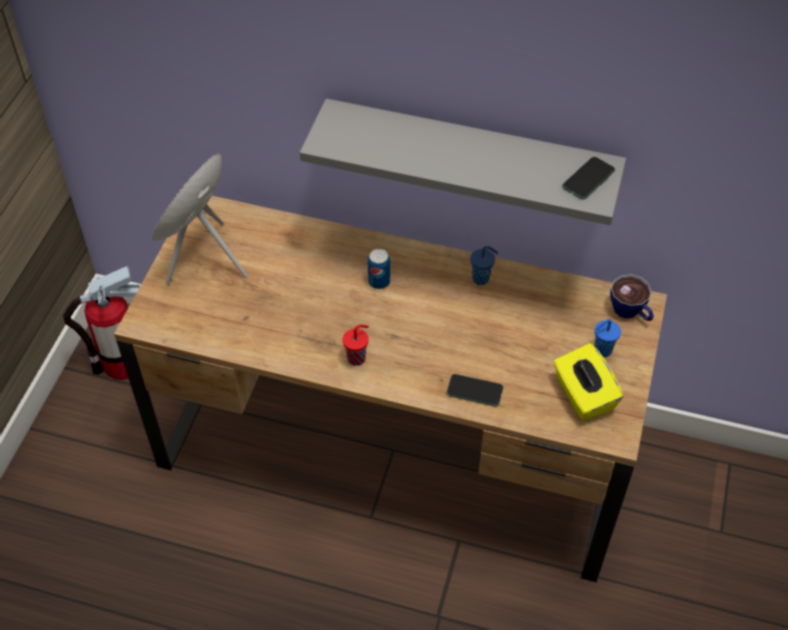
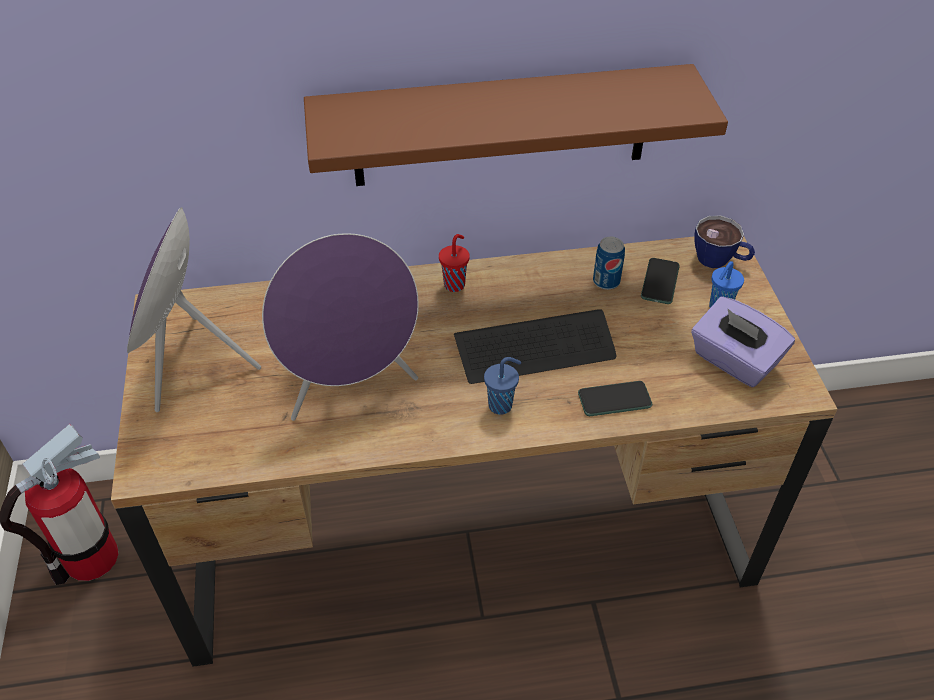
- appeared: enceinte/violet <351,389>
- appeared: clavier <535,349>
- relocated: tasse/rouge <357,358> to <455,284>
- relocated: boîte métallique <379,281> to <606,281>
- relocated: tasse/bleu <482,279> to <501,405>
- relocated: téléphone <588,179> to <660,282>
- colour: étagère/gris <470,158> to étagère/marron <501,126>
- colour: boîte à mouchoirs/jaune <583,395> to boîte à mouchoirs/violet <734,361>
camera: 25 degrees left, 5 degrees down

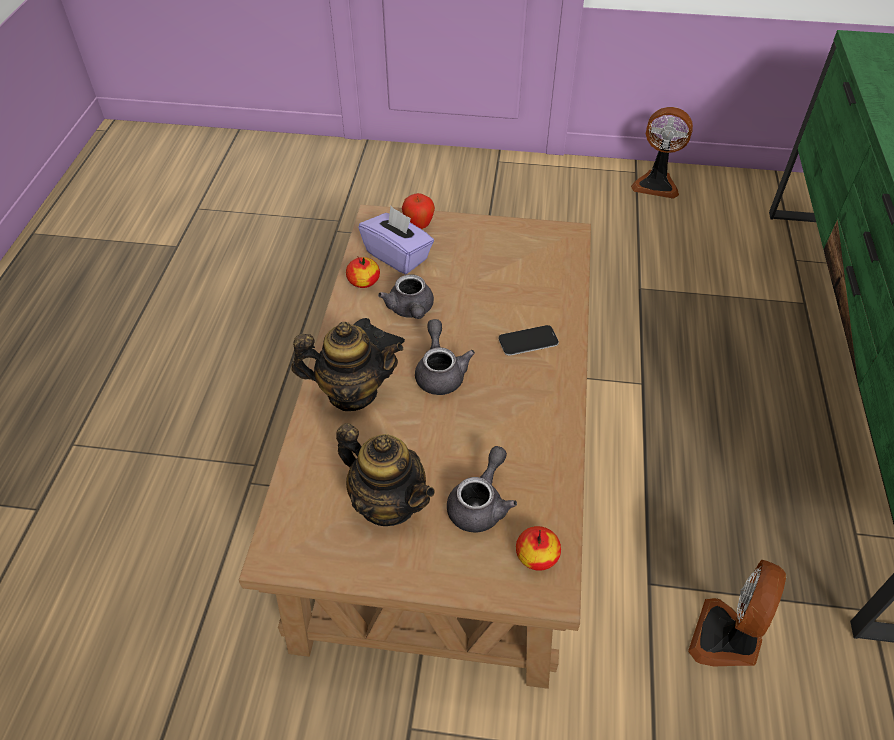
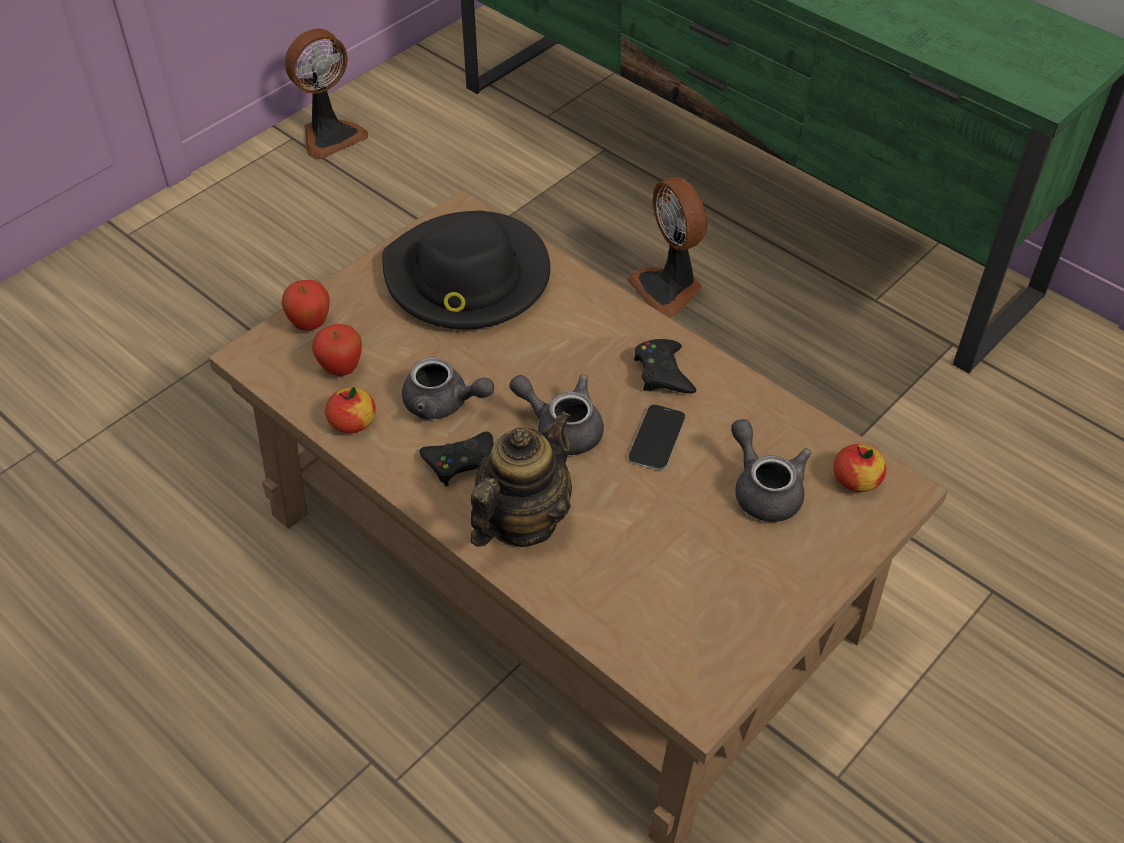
- missing: théière <388,503>
- appeared: chapeau/noir <467,278>
- appeared: manette/noir <663,372>
- relocated: téléphone <528,341> to <656,438>
- relocated: ventilateur <727,639> to <669,288>
- exchanged: boîte à mouchoirs/violet <398,256> to pomme <341,369>
camera: 55 degrees left, 0 degrees up

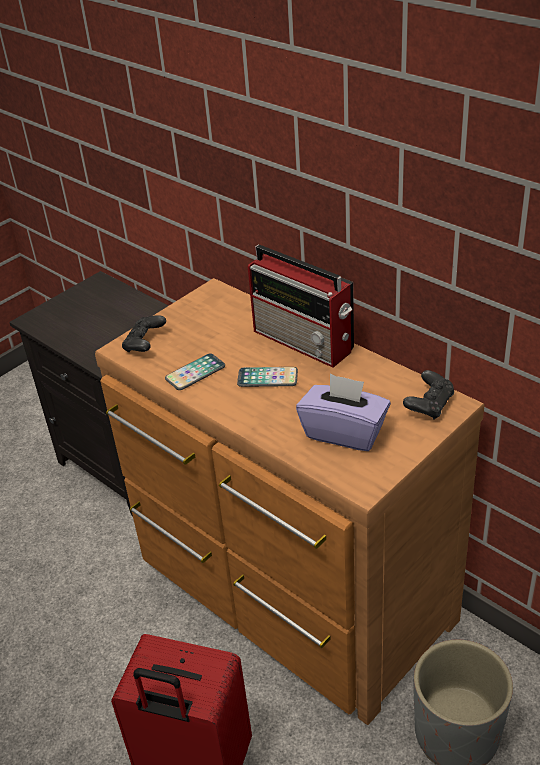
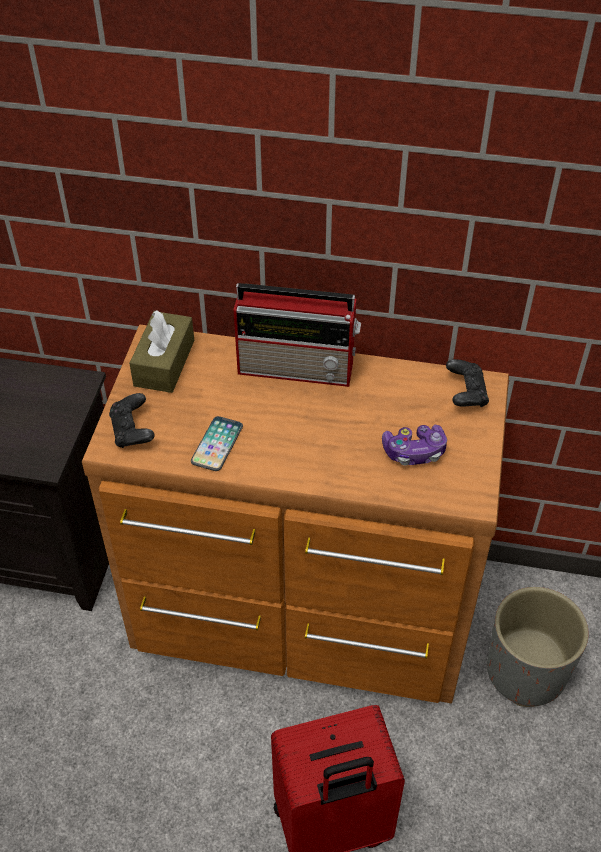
- missing: téléphone <267,378>
- appeared: boîte à mouchoirs/marron <164,363>
- exchanged: boîte à mouchoirs/violet <344,432> to manette <414,451>
camera: 35 degrees left, 10 degrees up

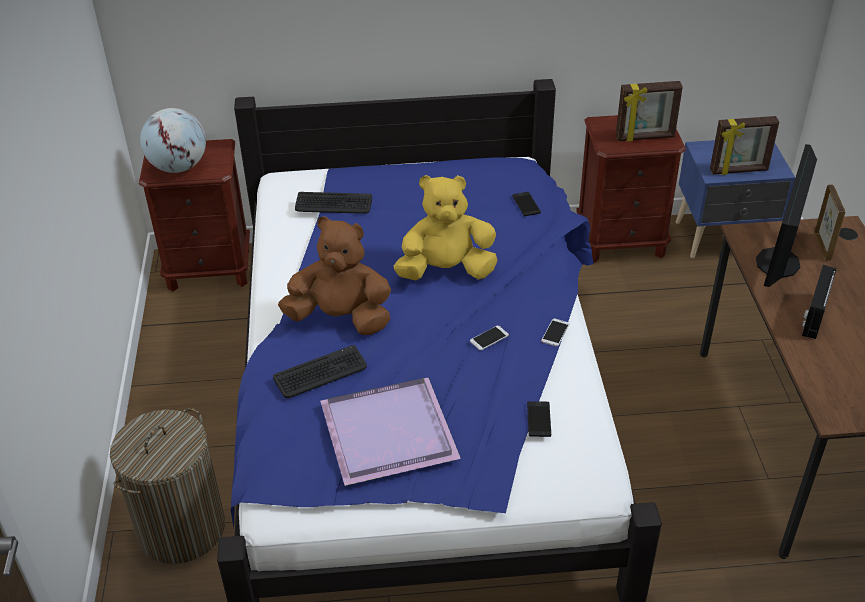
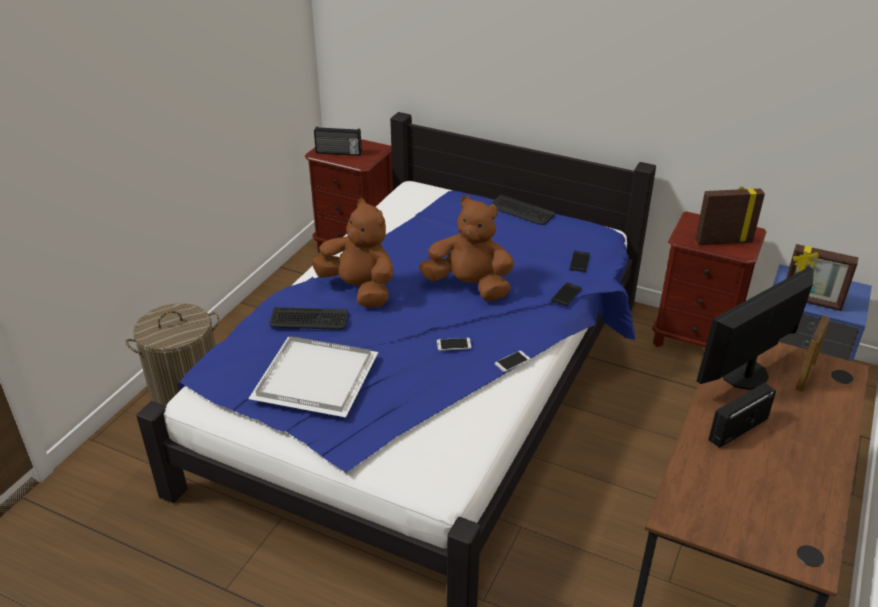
- relocated: clavier <333,204> to <521,211>
- relocated: téléphone <539,419> to <566,294>
- exchanged: globe <179,167> to radio <338,153>
- colour: plateau/violet <387,434> to plateau/blanc <313,379>
- colour: peluche/jaune <446,271> to peluche/marron <469,286>
- spun: cadre photo <645,137> = <723,241> 150 degrees clockwise
camera: 30 degrees right, 5 degrees down

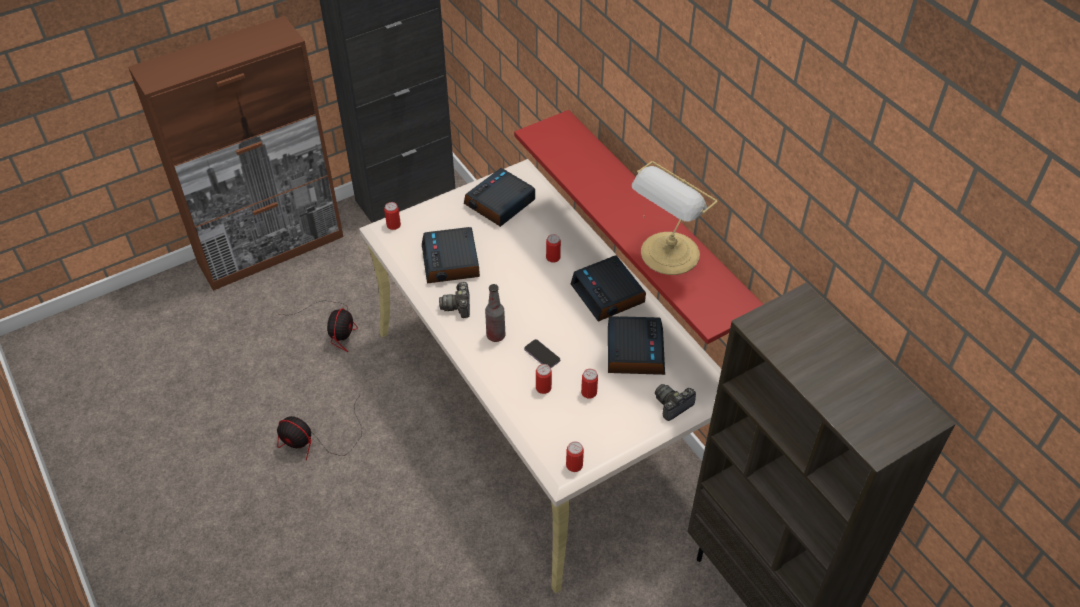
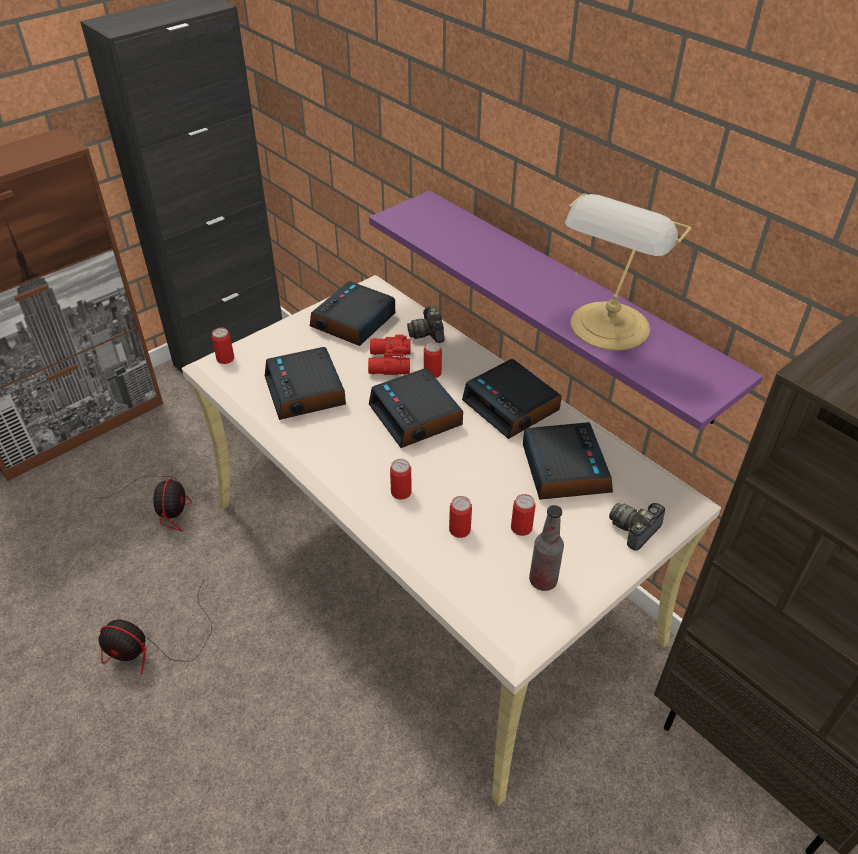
- missing: téléphone <542,355>
- appeared: jumelles/rouge <388,363>
- appeared: réveil <416,416>
- relocated: appareil photo <458,306> to <428,333>
- relocated: bouteille <496,335> to <543,581>
- relocated: boîte métallique <574,465> to <401,492>
- colour: étagère/rouge <657,221> to étagère/violet <569,301>
camera: 10 degrees left, 5 degrees down

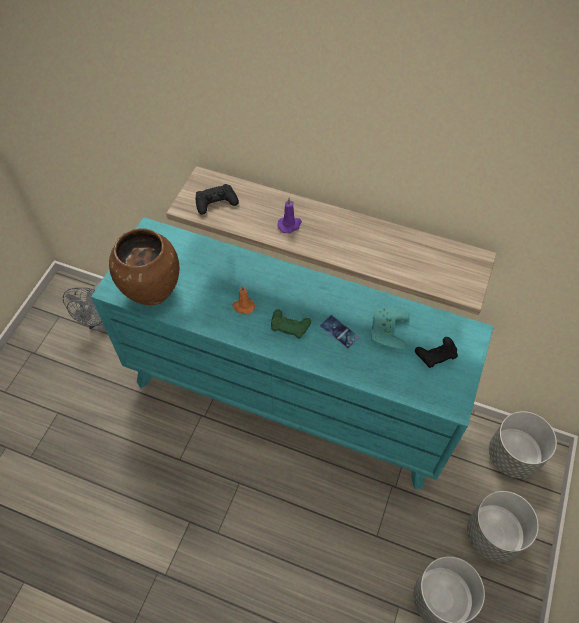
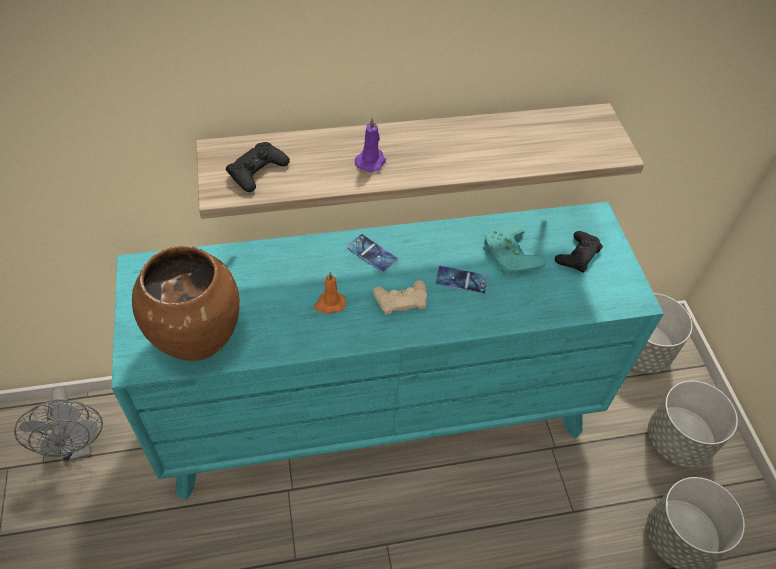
- appeared: téléphone <372,253>
- colour: manette/vert <289,326> to manette/beige <401,300>
camera: 35 degrees left, 5 degrees down

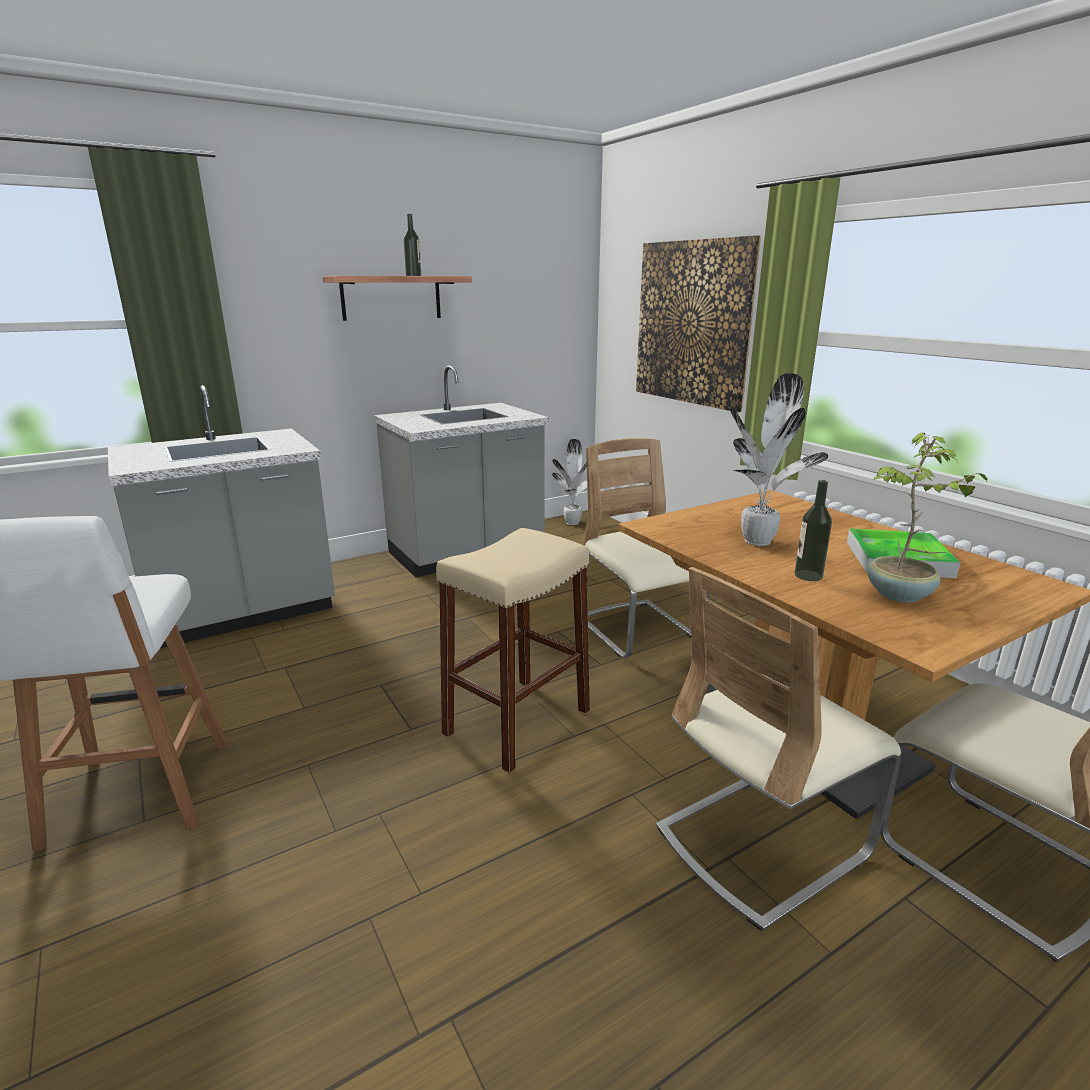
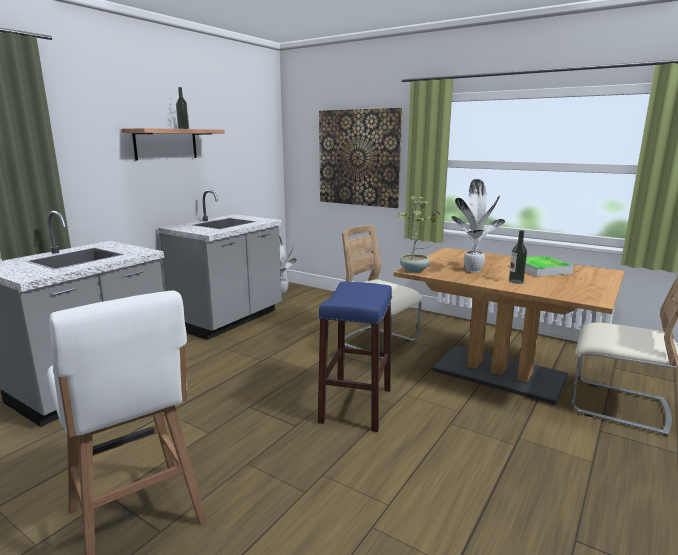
- missing: chaise/beige <761,842>
- relocated: plante en pot <900,595> to <414,270>
- colour: tabouret/beige <517,721> to tabouret/bleu <356,405>
camera: 25 degrees left, 5 degrees down

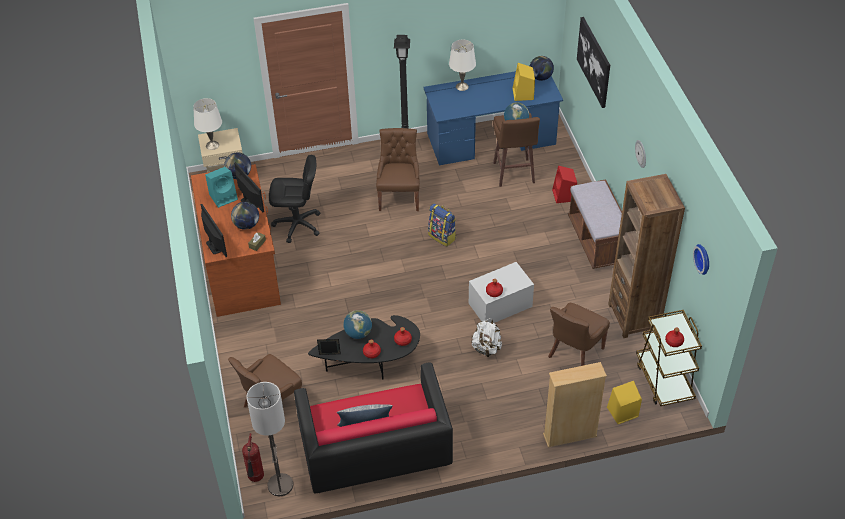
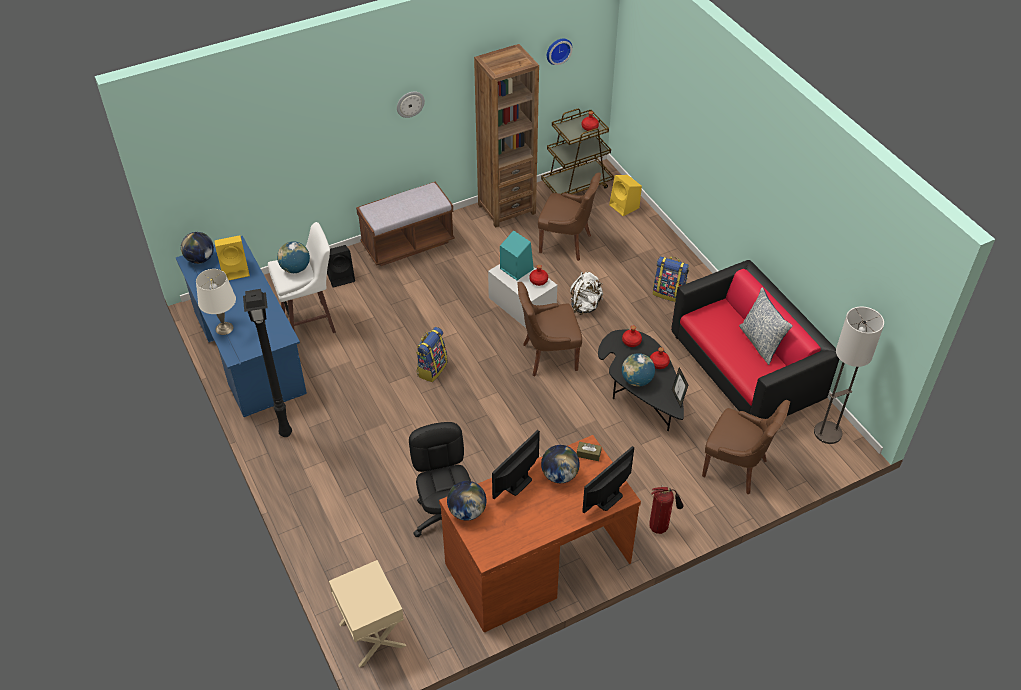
- missing: lampe de table/blanc <212,145>
- missing: bibliothèque/beige <570,435>
- missing: tableau <594,61>
- appeared: sac à dos <669,293>
- relocated: enceinte/turquoise <224,196> to <516,268>
- relocated: extincteur <256,478> to <660,527>
- relocated: chaise/marron <399,197> to <548,356>
- colour: tabouret/marron <513,174> to tabouret/blanc <310,323>
- colour: enceinte/rouge <564,196> to enceinte/noir <341,276>
camera: 105 degrees left, 0 degrees up

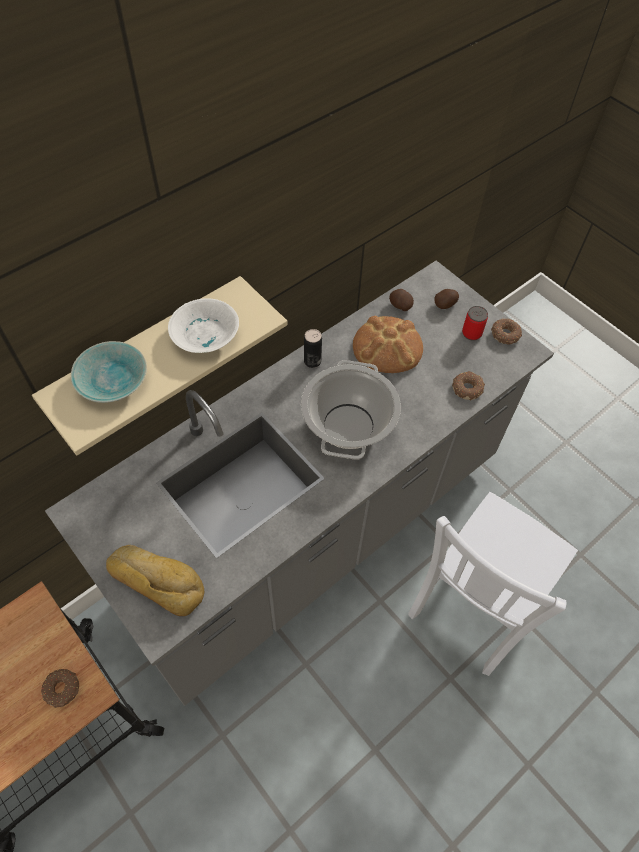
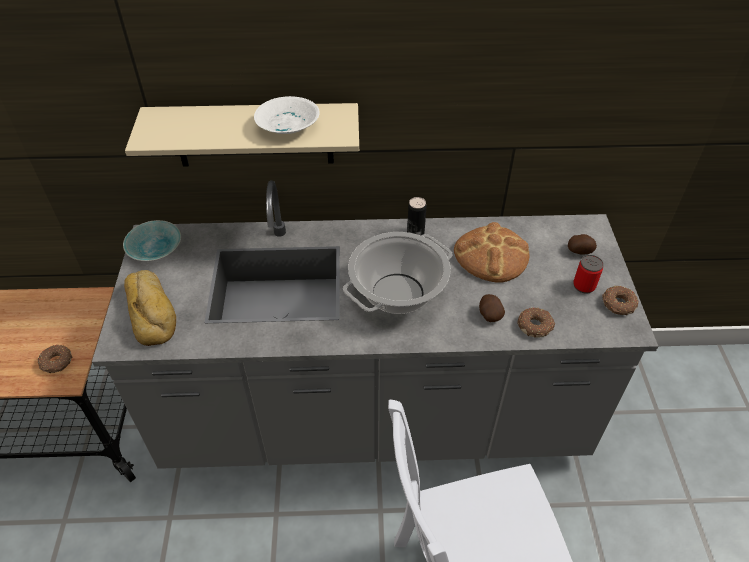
- relocated: bol/turquoise <115,379> to <157,249>
- relocated: pomme de terre <400,306> to <489,314>
camera: 40 degrees right, 10 degrees down

